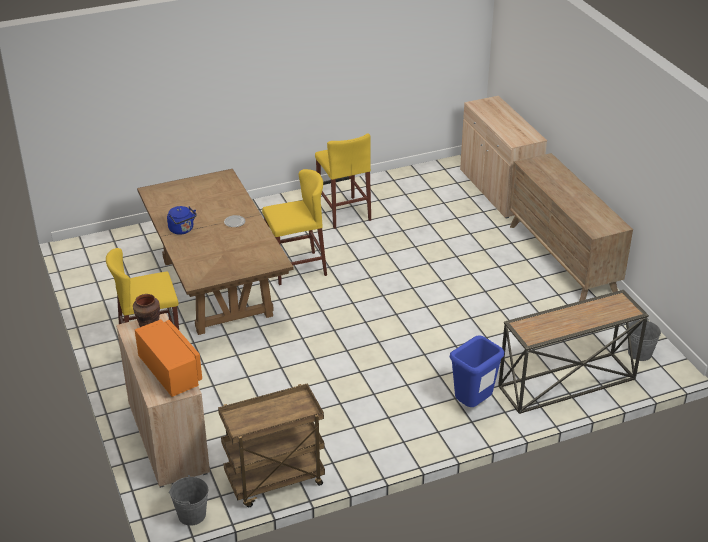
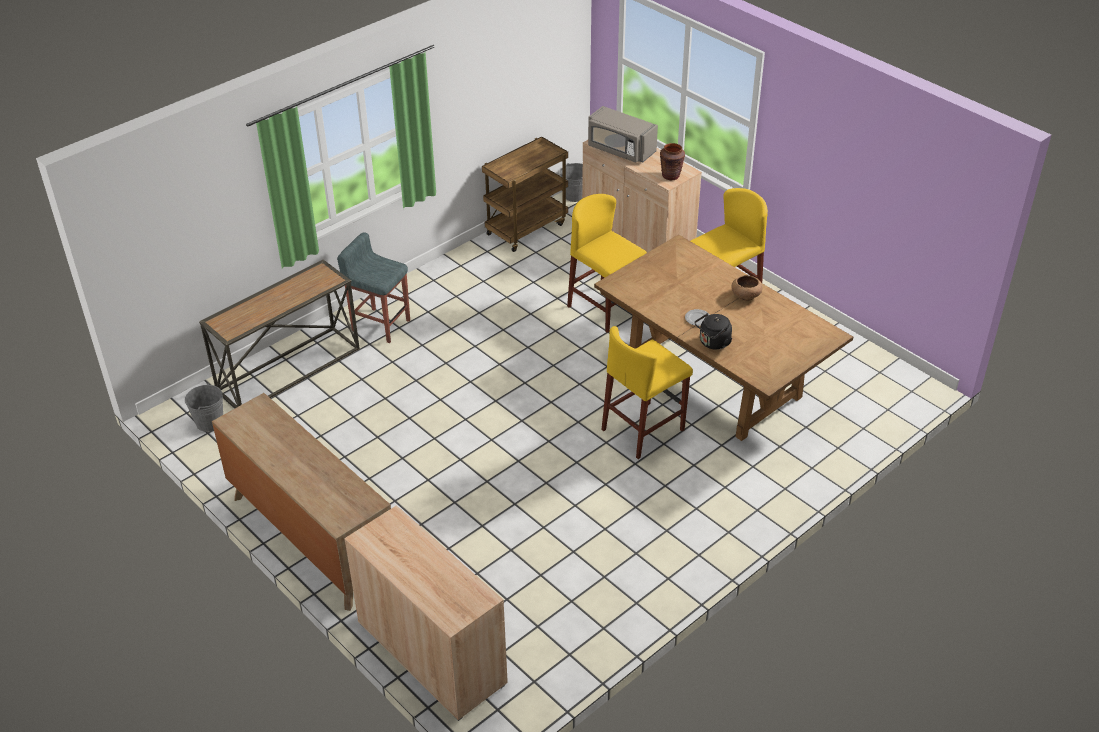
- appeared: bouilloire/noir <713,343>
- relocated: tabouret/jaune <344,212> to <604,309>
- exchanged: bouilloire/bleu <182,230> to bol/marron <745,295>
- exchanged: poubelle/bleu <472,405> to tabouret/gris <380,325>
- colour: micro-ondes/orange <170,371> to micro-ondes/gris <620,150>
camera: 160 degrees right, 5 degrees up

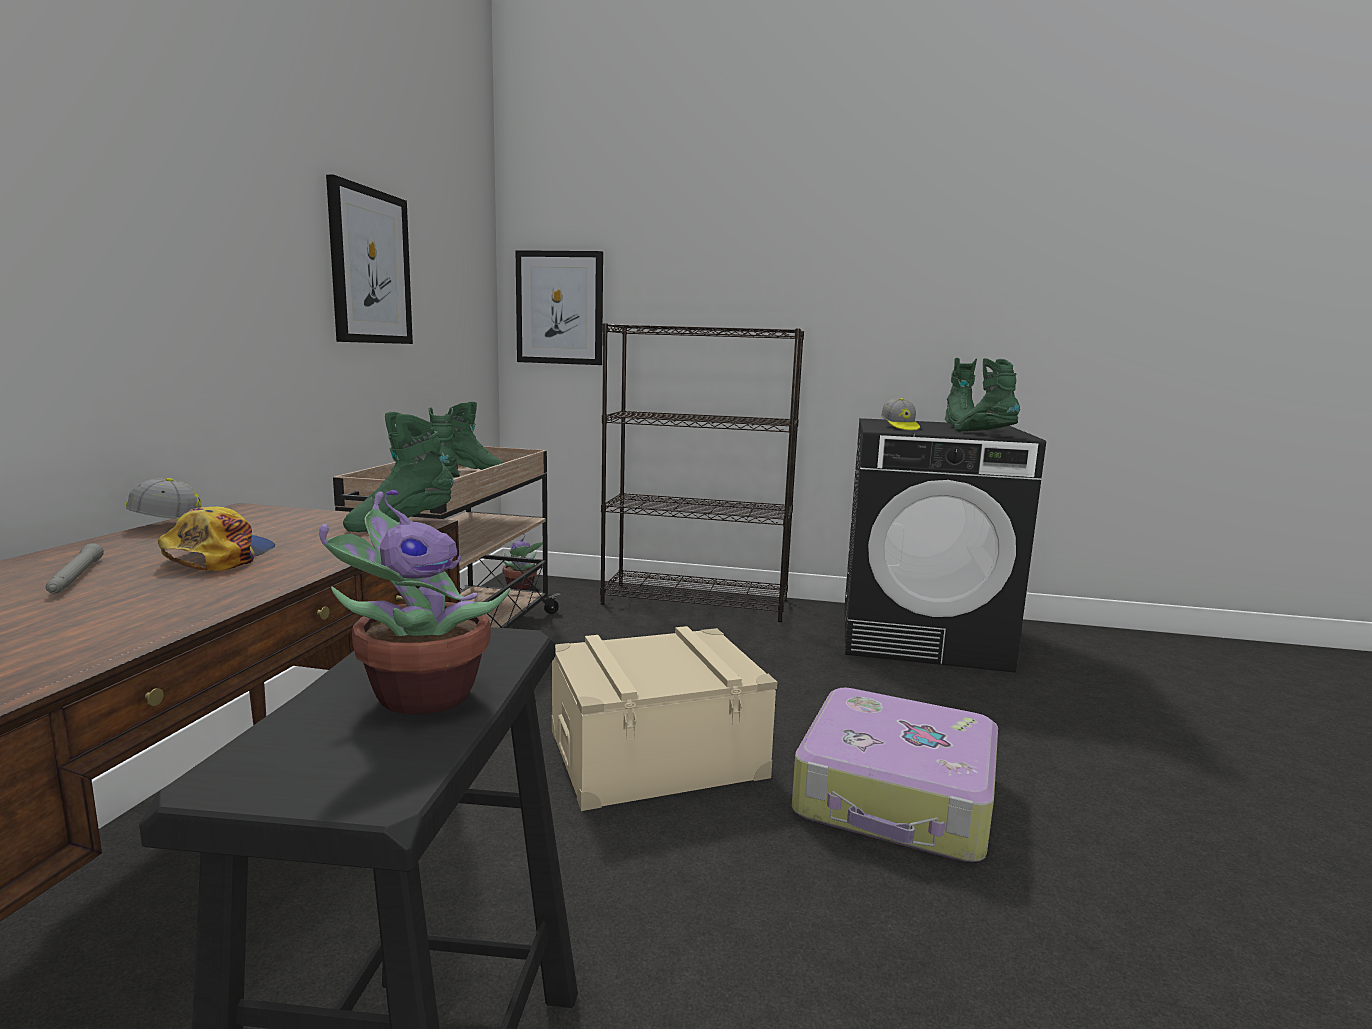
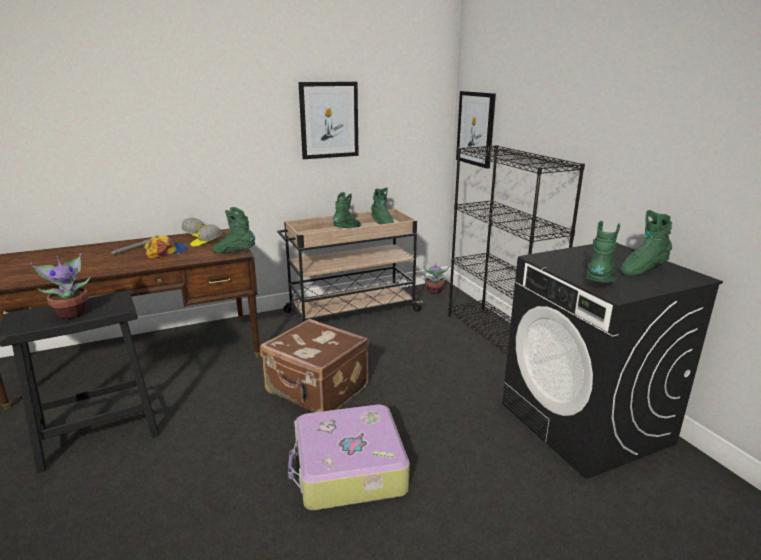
- relocated: casquette <900,427> to <206,242>
- exchanged: boîte de rangement/beige <656,753> to valise/marron <316,391>
camera: 55 degrees right, 10 degrees up

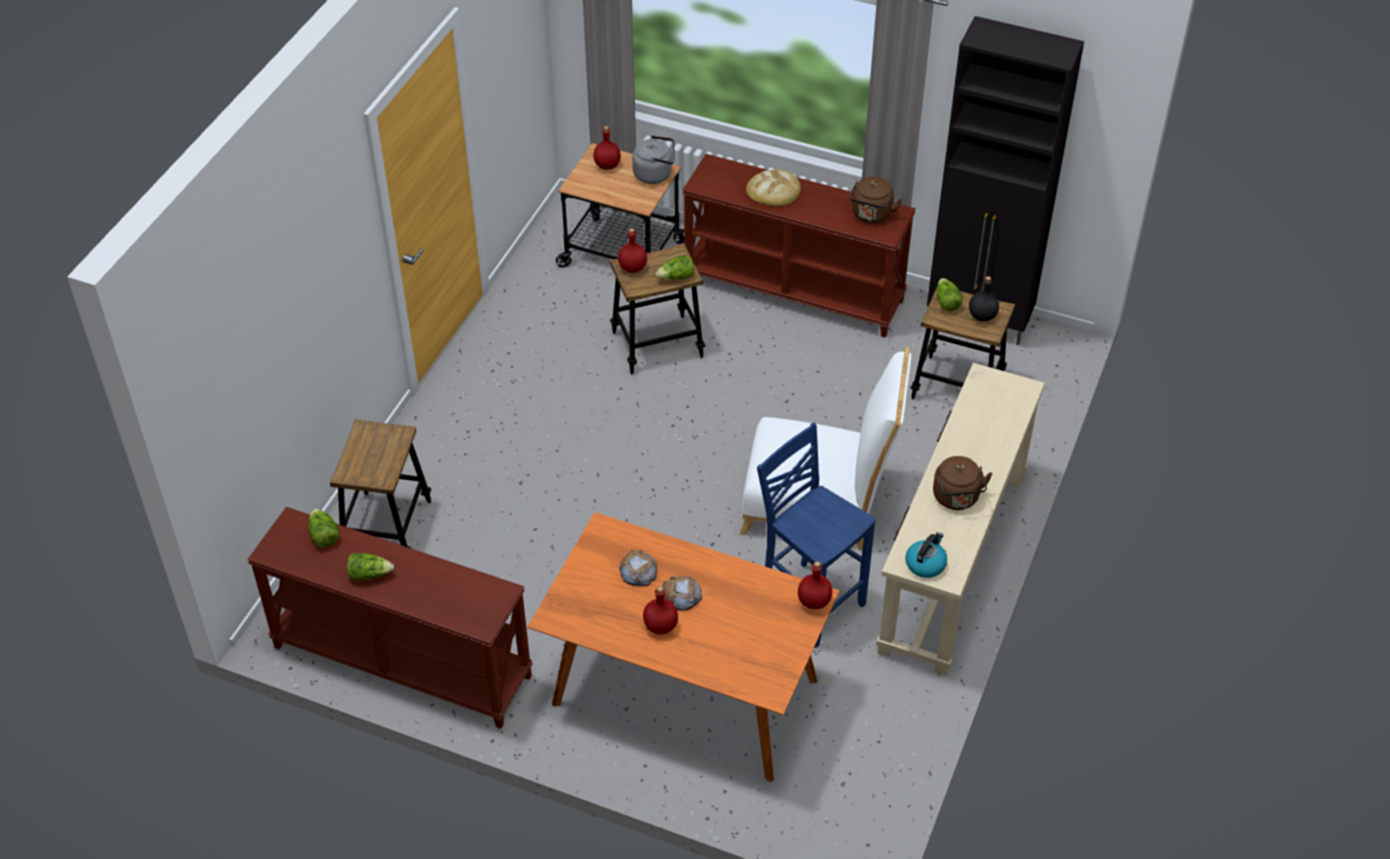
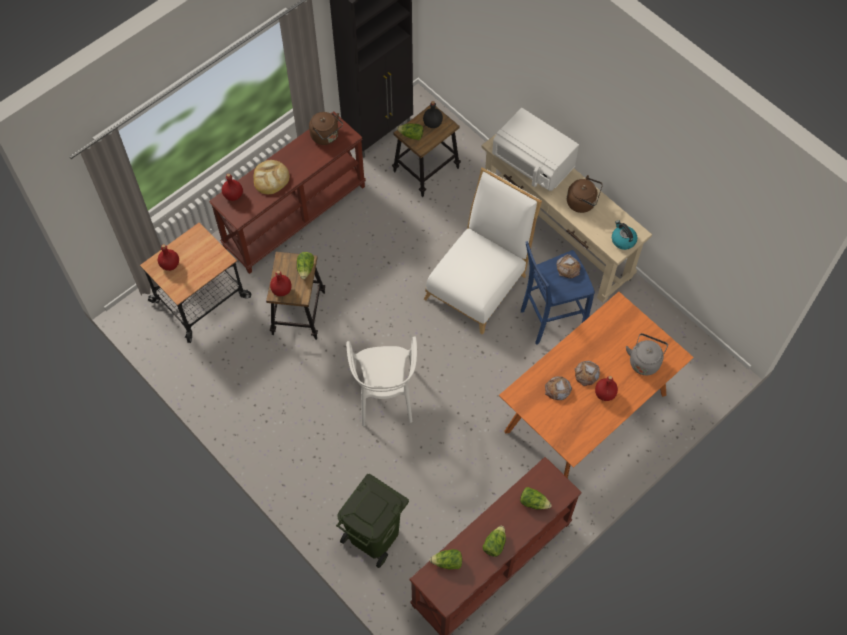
- appeared: chaise/blanc <385,395>
- appeared: micro-ondes/blanc <533,164>
- appeared: laitue <533,502>
- appeared: pain <568,268>
- relocated: bouilloire/gris <655,174> to <644,361>
- relocated: bouteille/rouge <814,601> to <233,195>
- exchanged: tabouret <387,528> to poubelle/vert <375,536>
camera: 65 degrees left, 15 degrees up

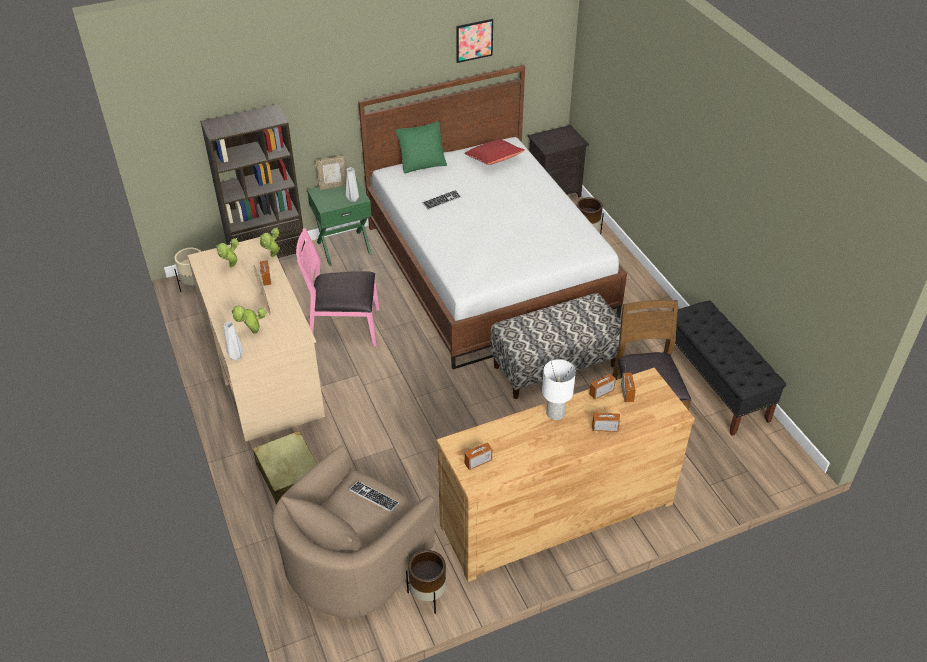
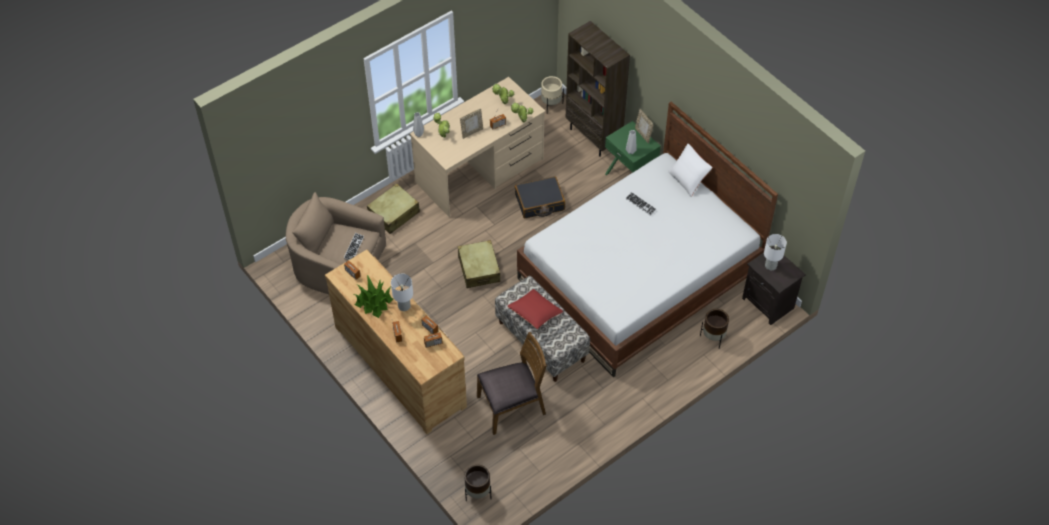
- missing: tableau <474,40>
- missing: banc/noir <715,386>
- appeared: plante en pot <373,302>
- appeared: valise/beige <479,269>
- appeared: lampe de table/blanc <771,265>
- relocated: cache-pot/marron <428,596> to <477,493>
- relocated: coussin/rouge <494,159> to <535,313>
- exchanged: chaise/rose <344,327> to valise/noir <539,202>
- colour: coussin/vert <422,162> to coussin/blanc <688,179>
camera: 75 degrees right, 10 degrees up

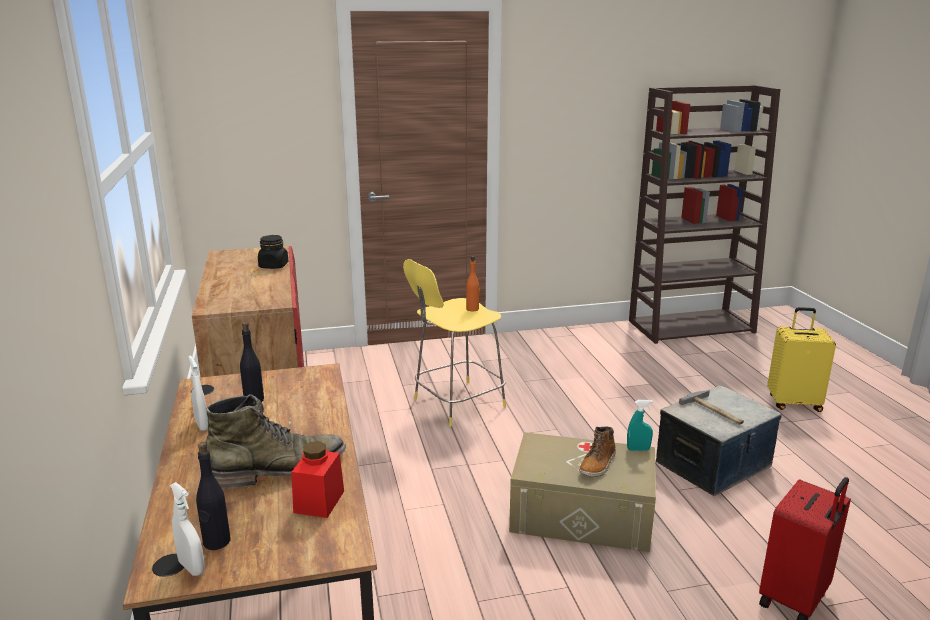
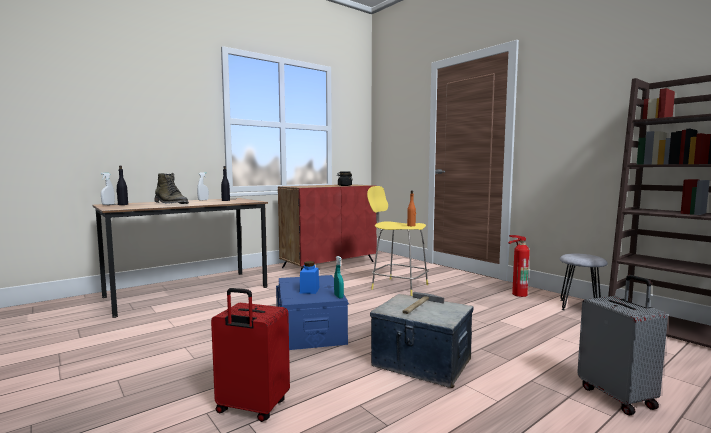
- missing: bocal/rouge <319,501>
- appeared: extincteur <517,294>
- appeared: tabouret/gris <579,307>
- exchanged: botte <598,464> to bocal/bleu <309,290>
- colour: boîte de rangement/beige <581,514> to boîte de rangement/bleu <310,328>
- colour: valise/jaune <793,403> to valise/gris <618,397>
camera: 65 degrees right, 15 degrees down

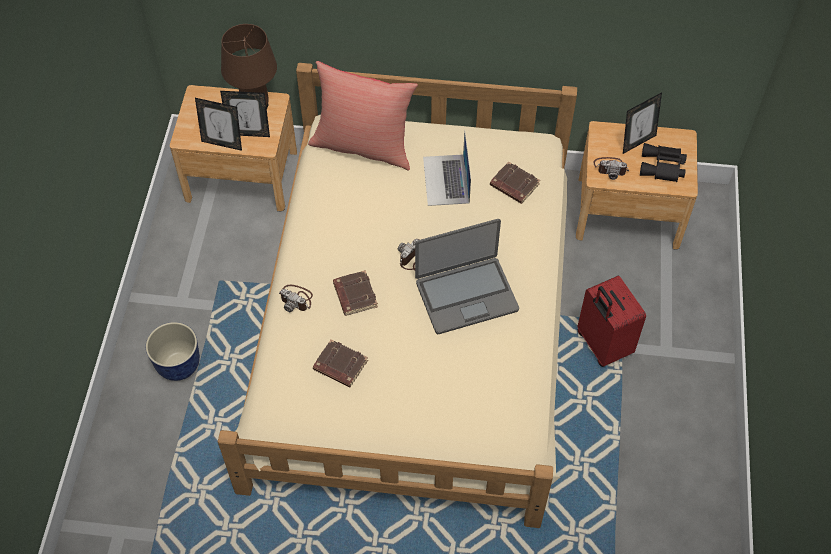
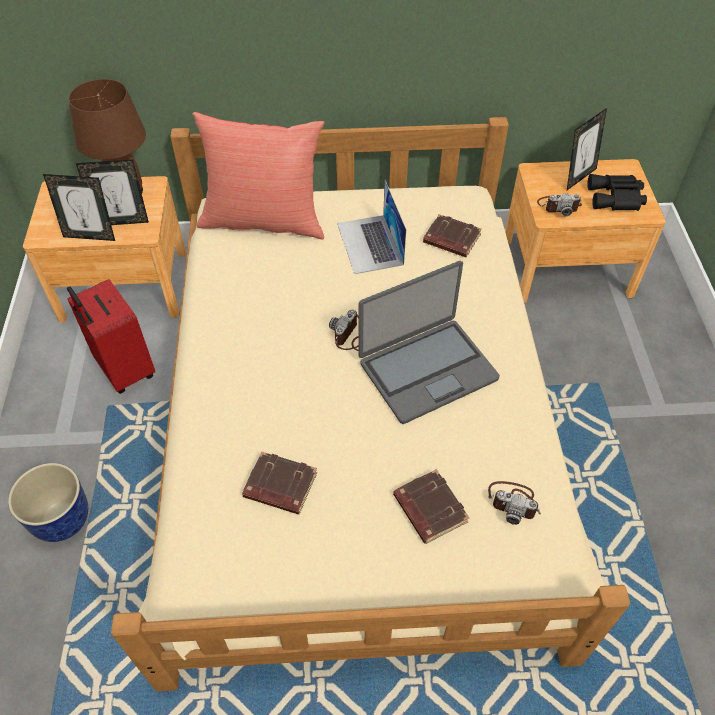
- relocated: appareil photo <296,299> to <513,502>
- relocated: livre/marron <354,295> to <428,509>
- relocated: valise/rouge <602,345> to <124,370>
camera: 10 degrees left, 5 degrees down

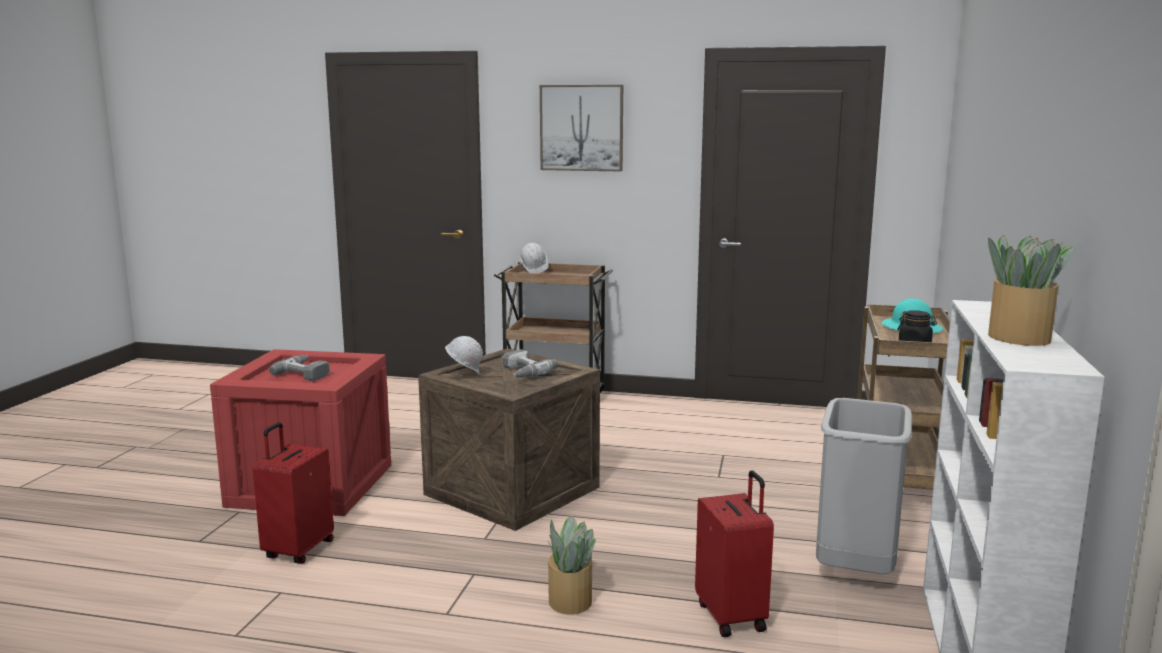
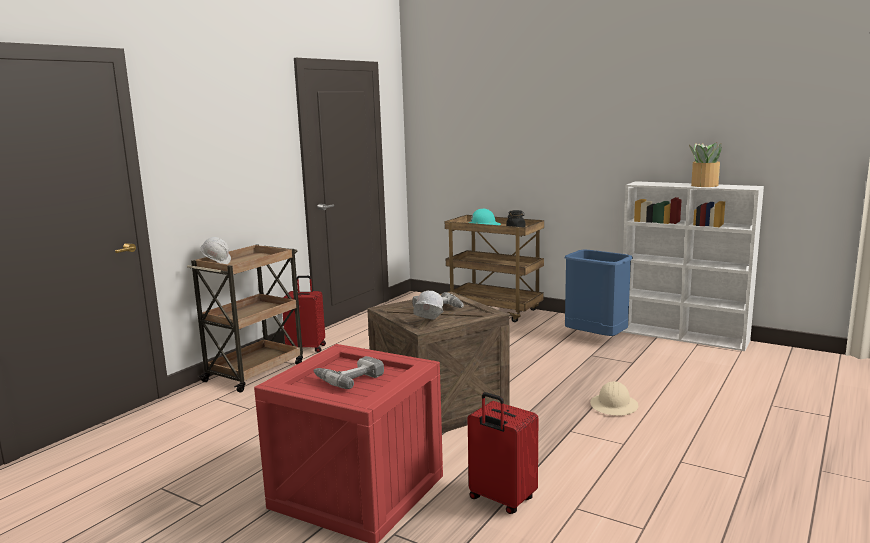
- missing: tableau <581,128>
- relocated: valise/rouge <732,616> to <307,348>
- exchanged: plante en pot <570,600> to casque de chantier/beige <614,406>
- colour: poubelle/gris <856,569> to poubelle/bleu <596,339>
camera: 70 degrees left, 0 degrees up

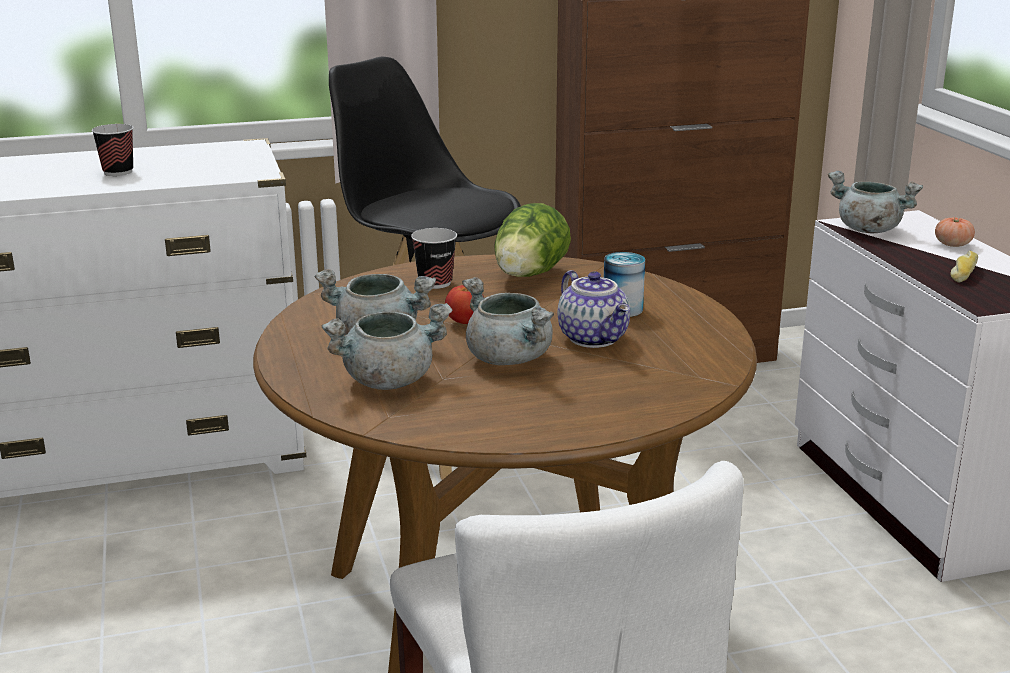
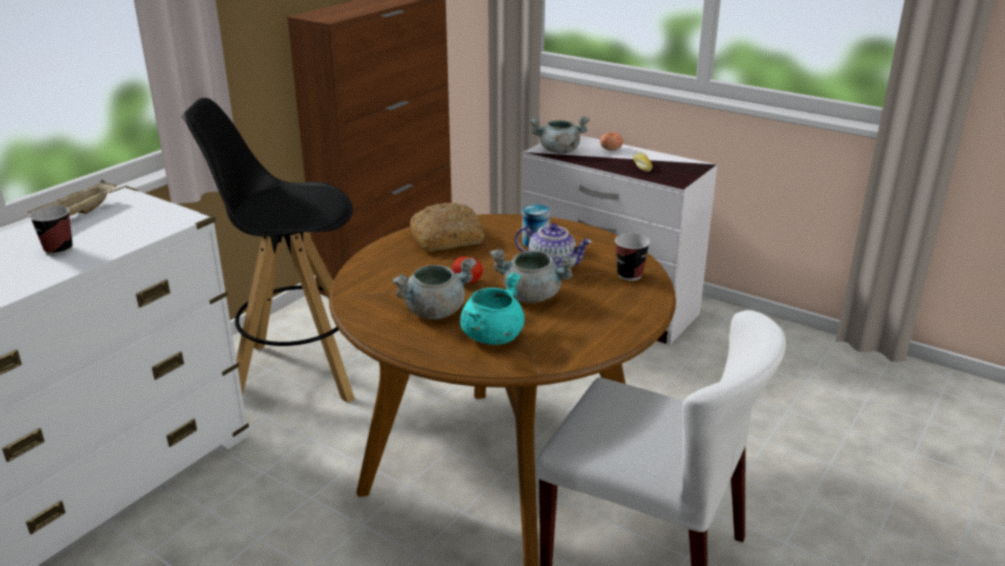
- appeared: plateau/beige <78,215>
- relocated: tasse <435,283> to <629,275>
- exchanged: laitue <528,276> to pain <447,238>
- colour: marmite/gris <388,380> to marmite/turquoise <492,336>
camera: 40 degrees left, 5 degrees up

